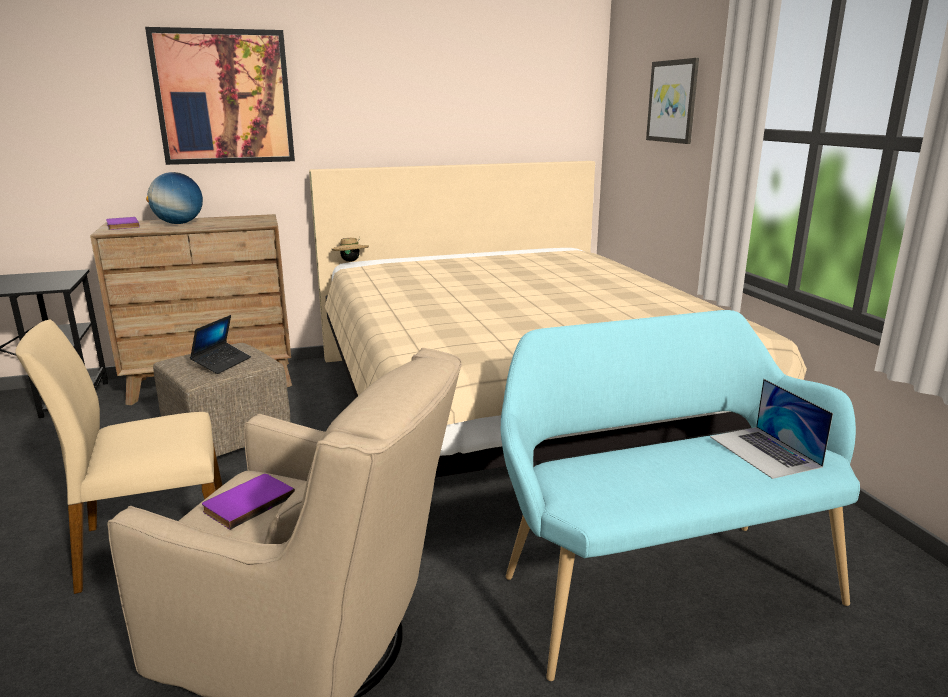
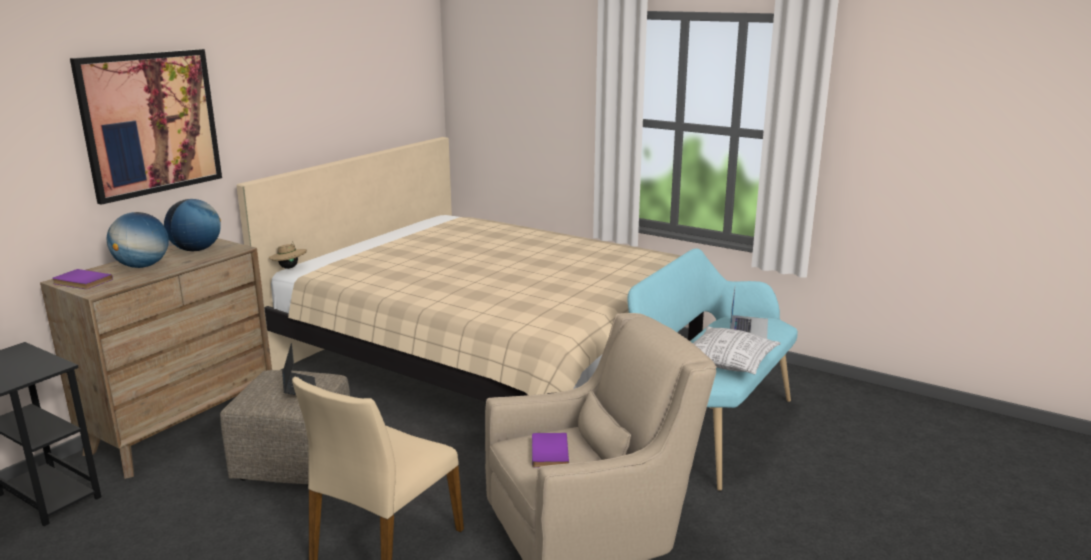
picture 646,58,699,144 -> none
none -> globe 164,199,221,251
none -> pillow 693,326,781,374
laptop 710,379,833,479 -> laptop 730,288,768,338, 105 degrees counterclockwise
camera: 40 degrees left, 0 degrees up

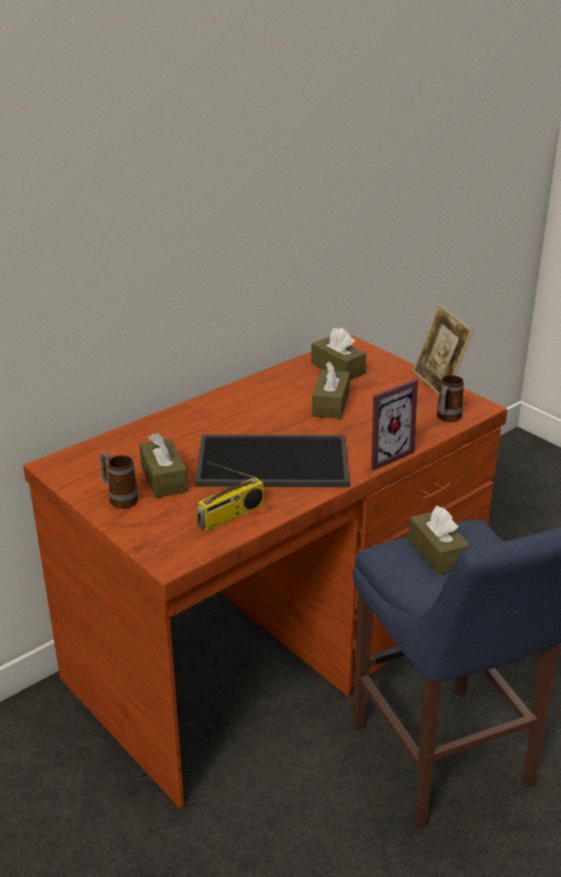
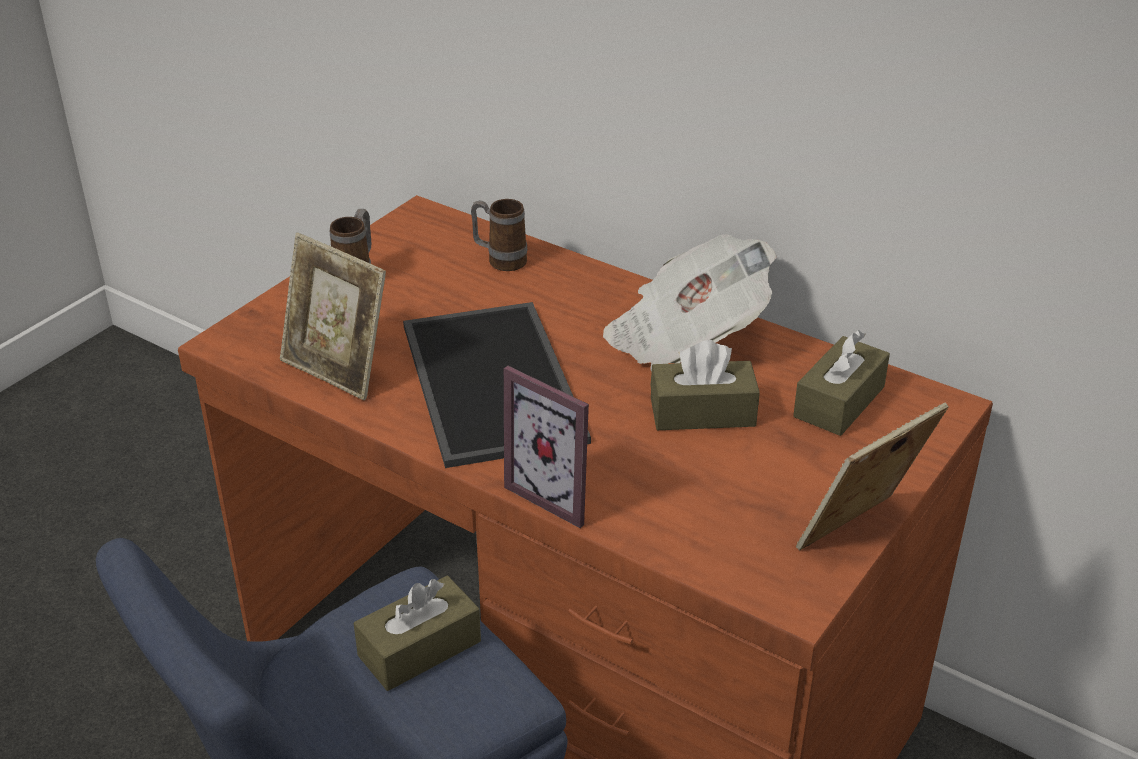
tissue box (brown) 139,433,188,498 -> none
none -> newspaper 603,234,777,371
mug 437,375,464,422 -> mug 471,199,527,271, moved
radio 196,461,264,531 -> picture frame 280,233,386,400
camera: 75 degrees right, 5 degrees up

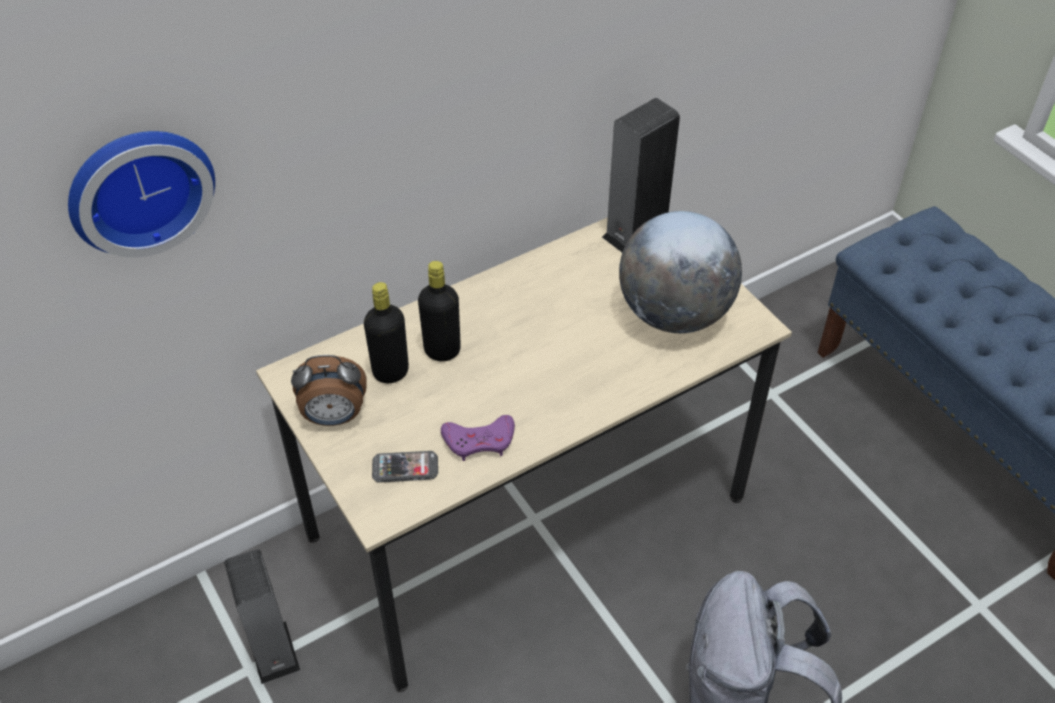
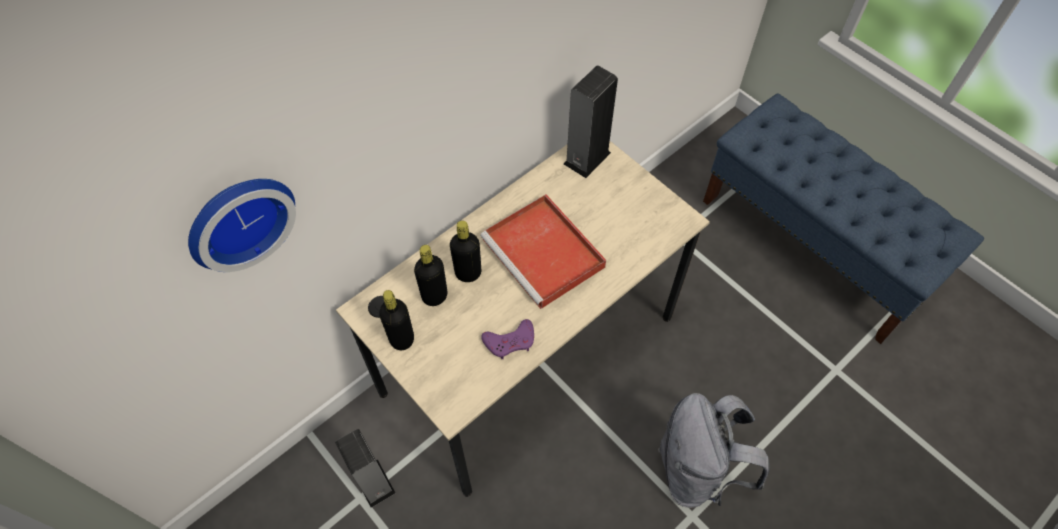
phone 372,451,438,482 -> none
globe 619,211,742,333 -> none
none -> tray (red) 480,194,606,309
alarm clock 291,355,367,426 -> bottle (black) 379,290,414,350
camera: 10 degrees left, 10 degrees up

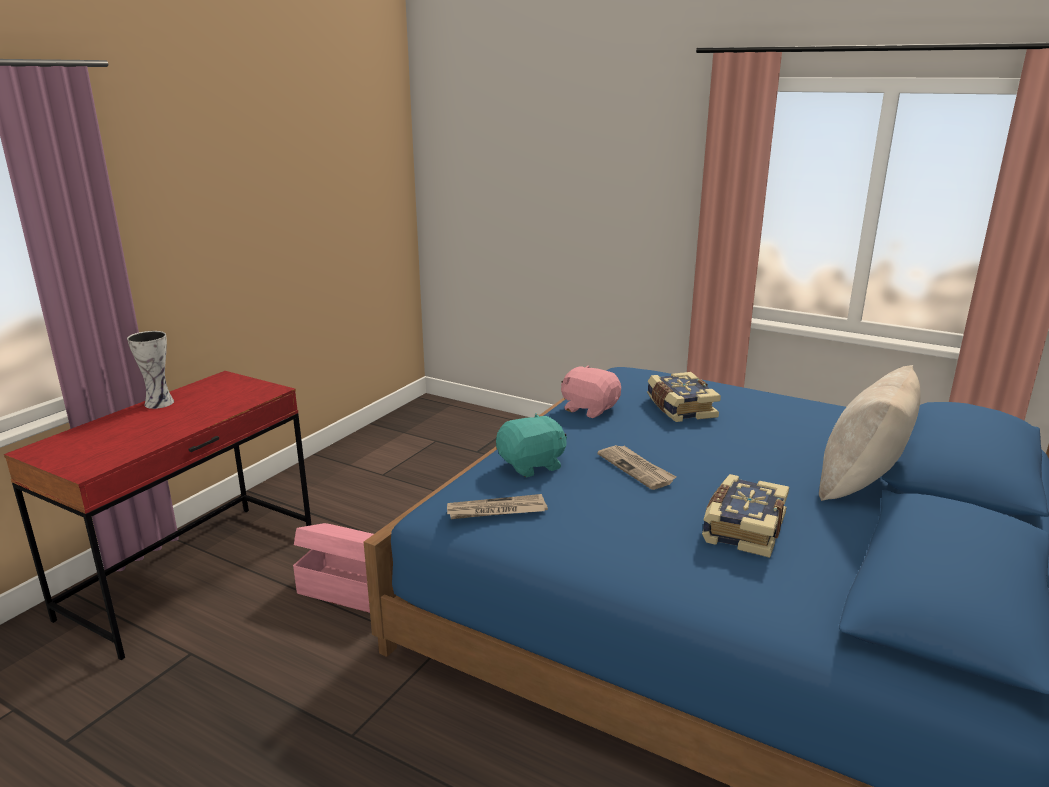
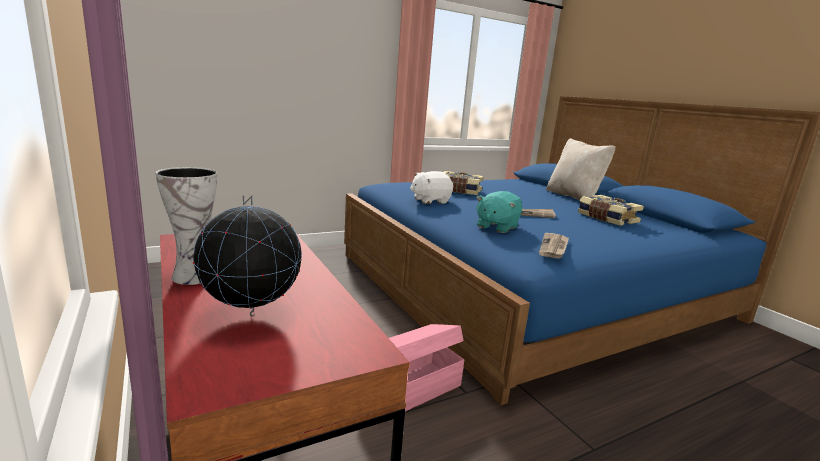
none -> globe 193,195,302,316
plush toy (pink) 561,365,621,418 -> plush toy (white) 410,171,453,204
plush toy (turquoise) 496,413,567,477 -> plush toy (turquoise) 476,191,522,233, 150 degrees counterclockwise
camera: 60 degrees left, 5 degrees down

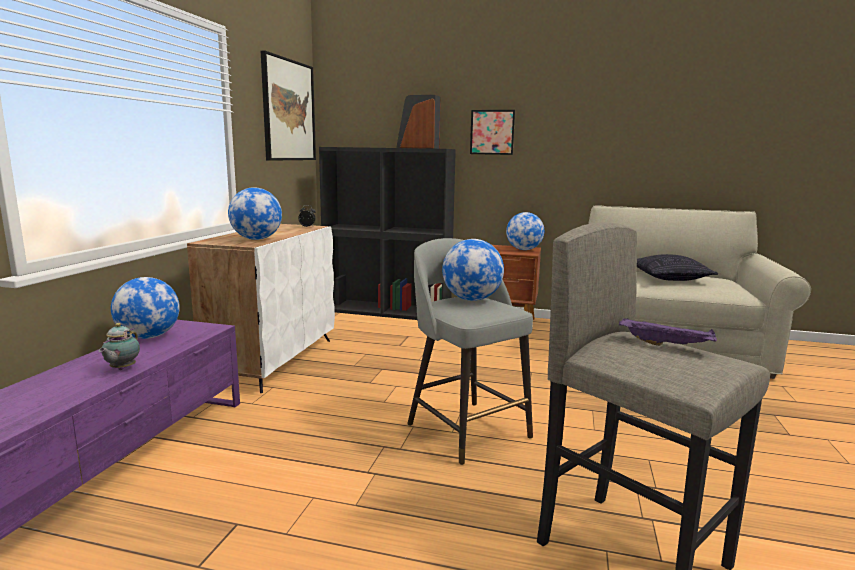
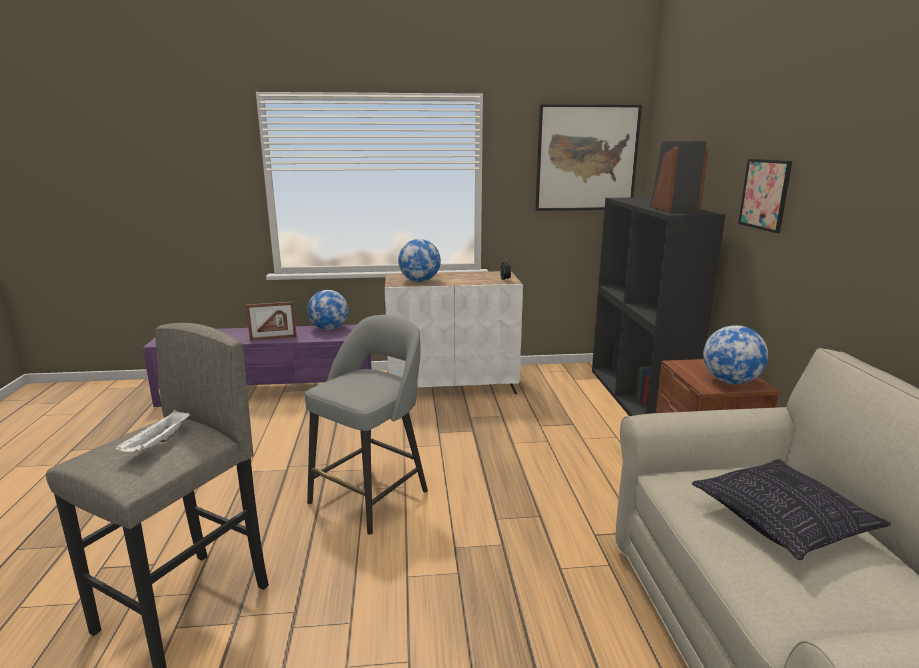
globe 442,239,504,301 -> none
teapot 98,323,140,370 -> picture frame 246,302,297,341
tray (purple) 619,318,717,346 -> tray (white) 115,410,190,452
camera: 70 degrees right, 5 degrees up

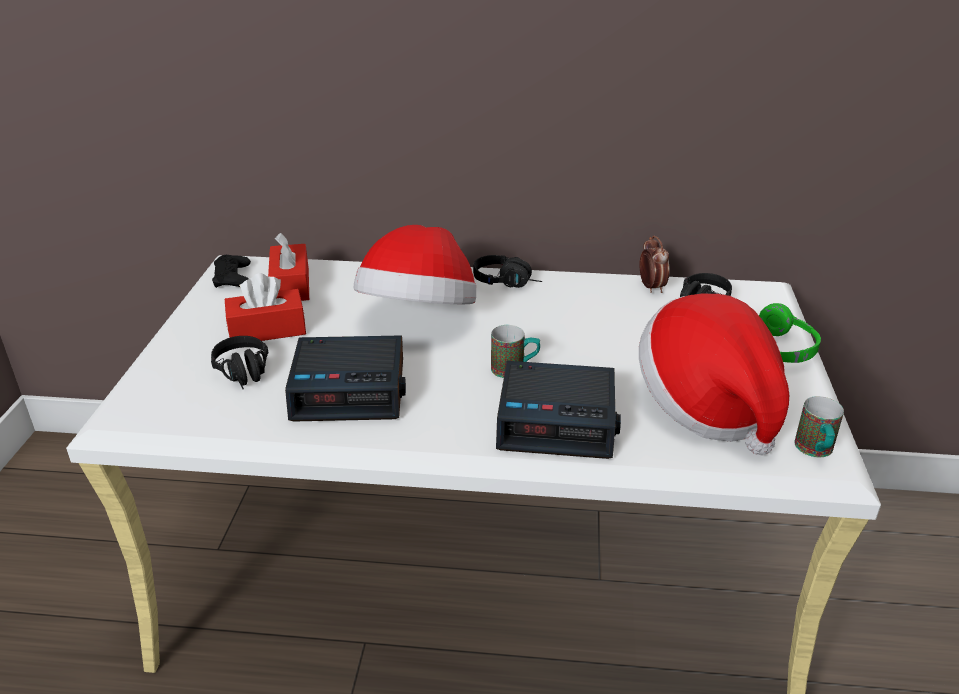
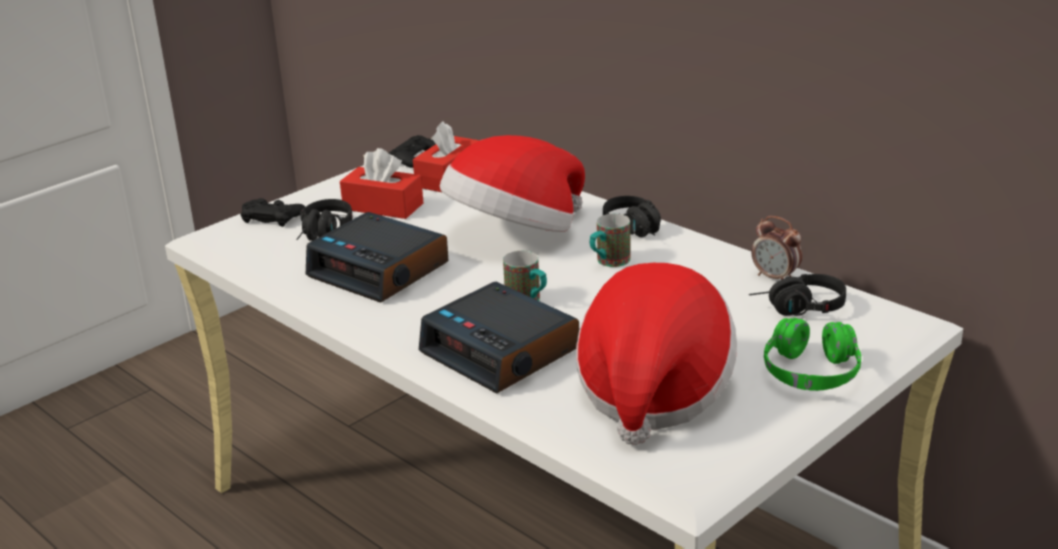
none -> game controller (black) 241,198,305,227
mug 794,396,844,457 -> mug 590,214,630,267, moved
alarm clock 639,235,670,293 -> alarm clock 751,216,802,280, 105 degrees clockwise
camera: 40 degrees right, 5 degrees down

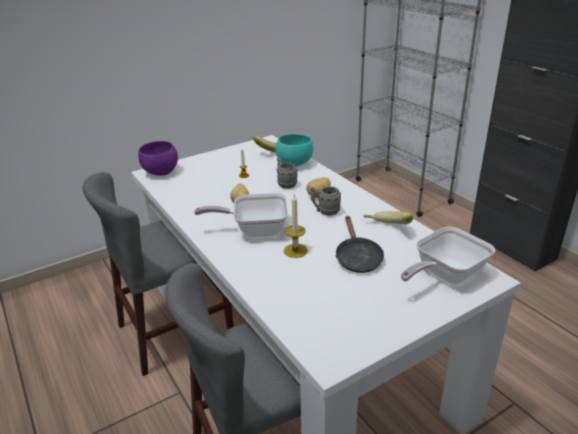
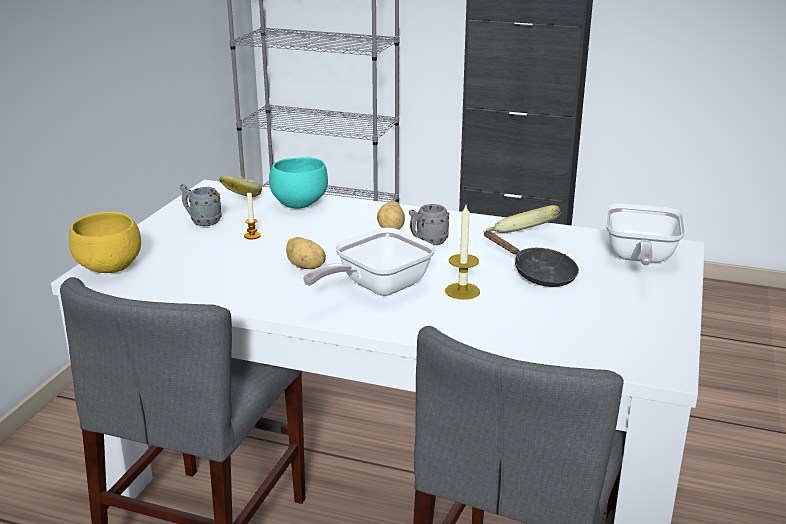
mug (grey) 277,158,298,189 -> mug (grey) 180,184,222,226, moved
bowl (purple) 138,141,178,176 -> bowl (yellow) 69,212,141,273
camera: 40 degrees left, 5 degrees down

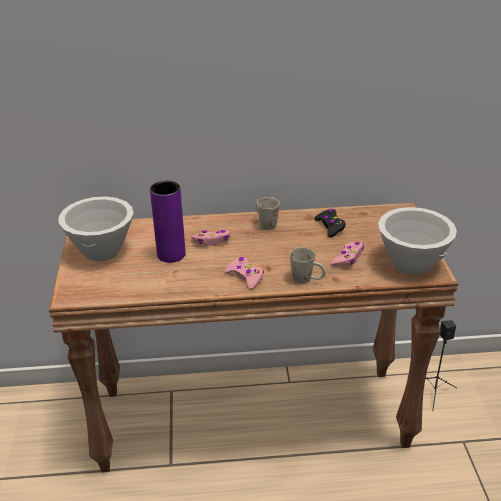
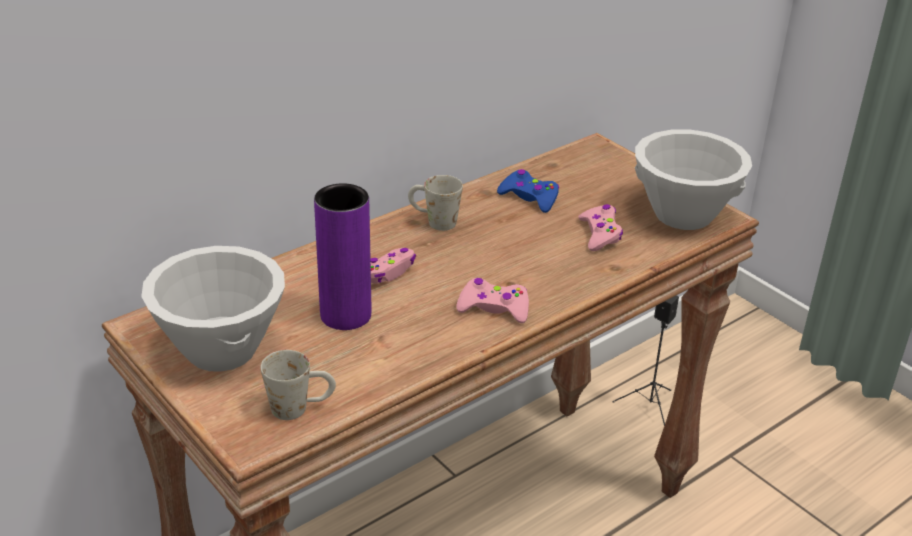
mug (white) 290,247,326,284 -> mug (white) 261,350,336,420, moved
game controller (black) 314,209,346,237 -> game controller (blue) 497,169,559,213
camera: 35 degrees left, 0 degrees up

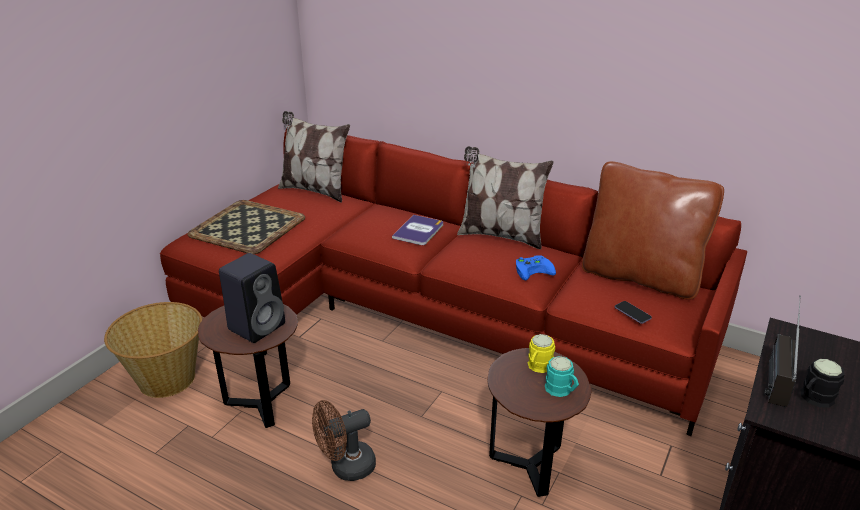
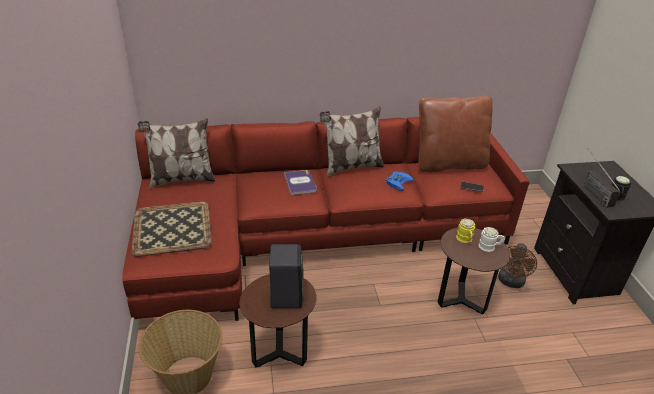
fan (brown) 312,400,376,481 -> fan (brown) 498,243,537,288, moved
mug (turquoise) 545,356,579,397 -> mug (white) 478,227,505,252
camera: 40 degrees left, 5 degrees up

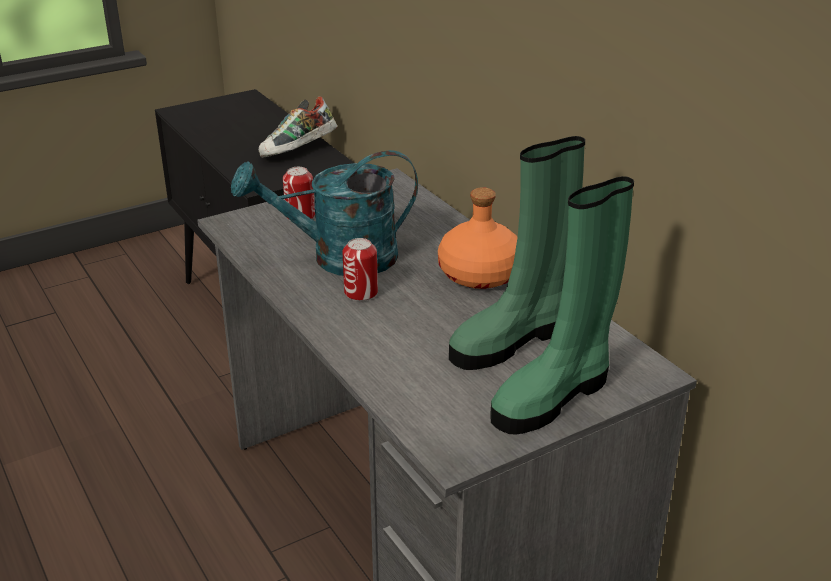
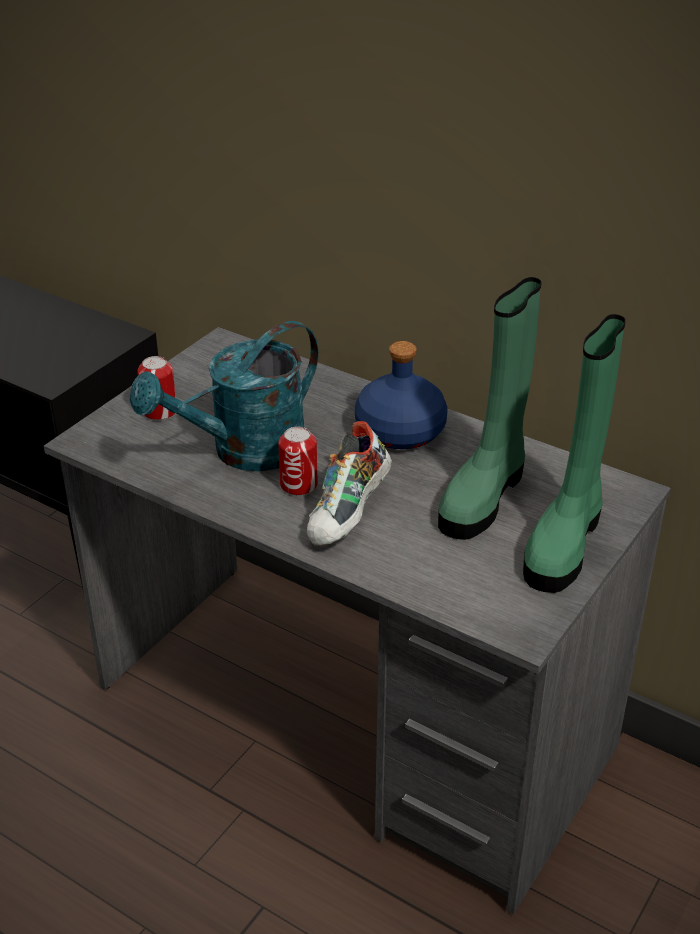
shoe 259,96,337,158 -> shoe 307,421,392,547, moved
bottle (orange) 438,187,518,289 -> bottle (blue) 355,341,448,449
camera: 25 degrees left, 5 degrees up

